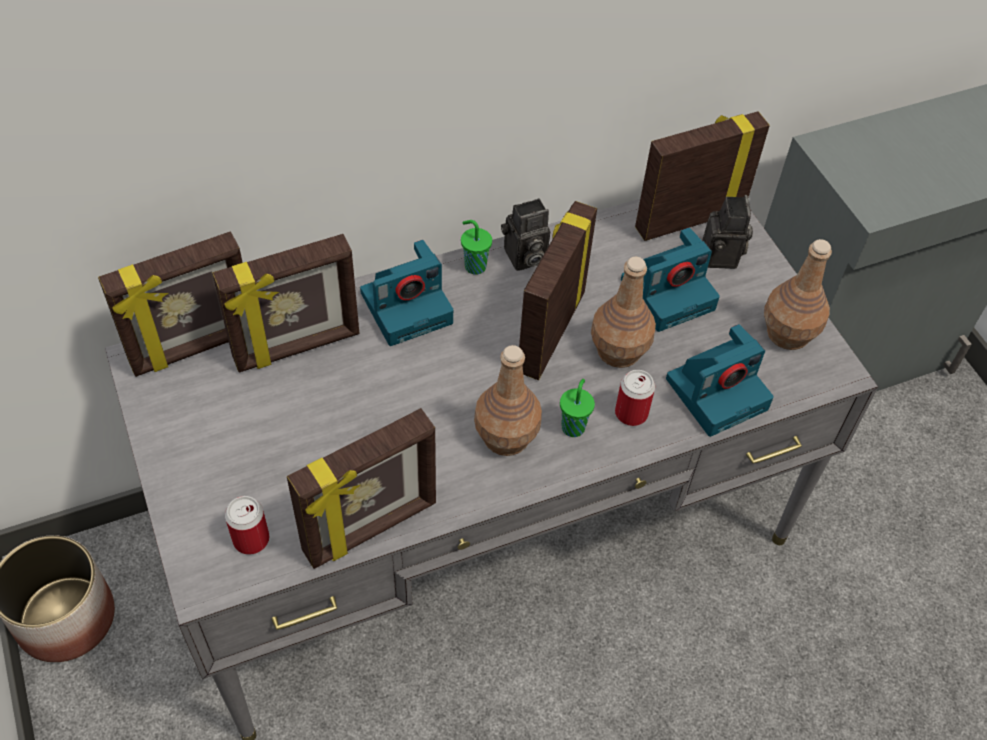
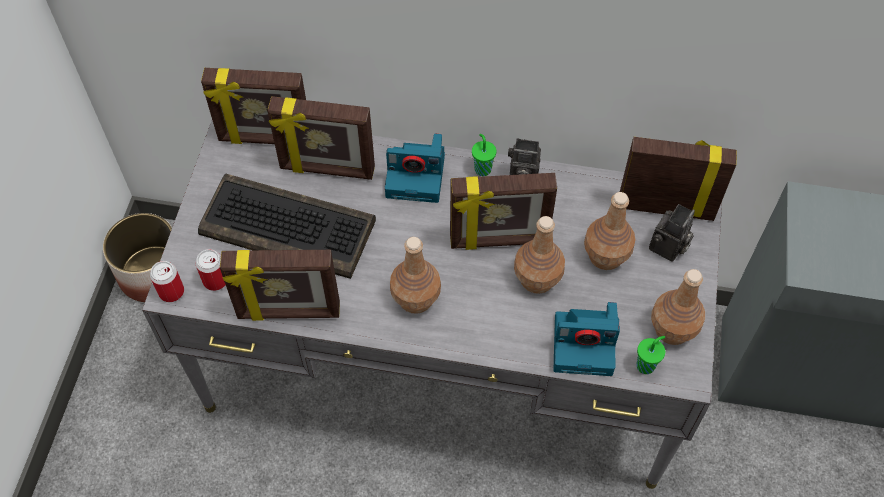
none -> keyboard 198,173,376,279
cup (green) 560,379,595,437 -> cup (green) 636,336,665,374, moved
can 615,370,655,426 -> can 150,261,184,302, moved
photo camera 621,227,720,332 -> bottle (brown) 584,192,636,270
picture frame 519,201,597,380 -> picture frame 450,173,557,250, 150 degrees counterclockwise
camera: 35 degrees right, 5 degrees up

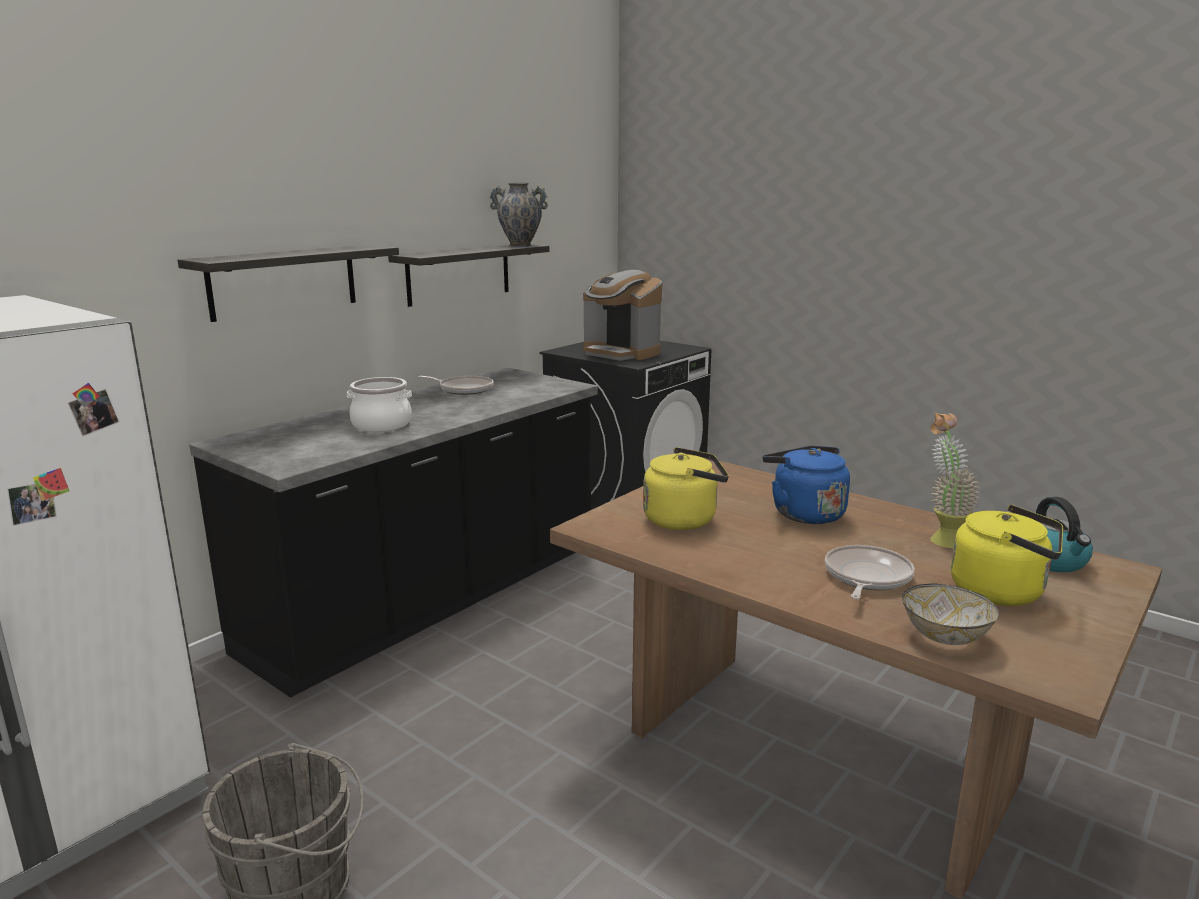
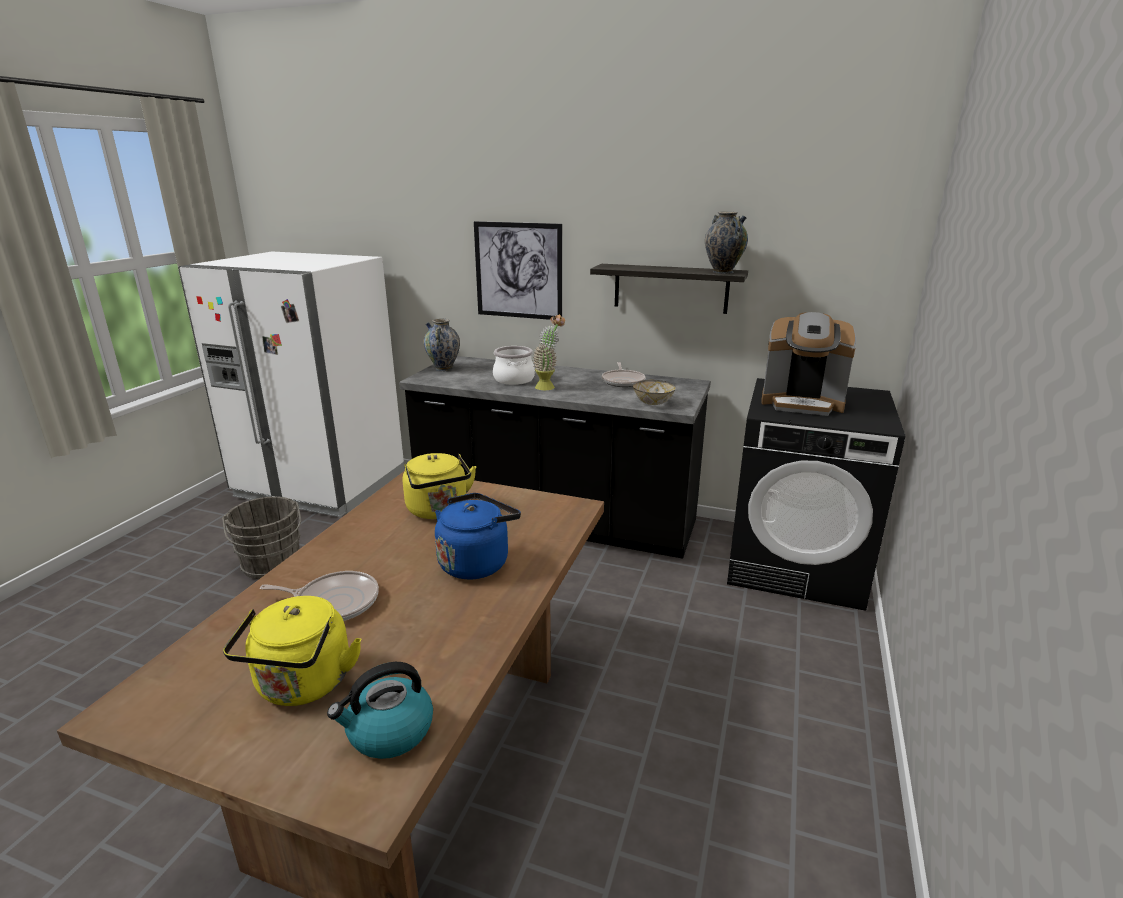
none -> vase 424,319,460,371
bowl 902,583,999,645 -> bowl 633,379,676,405, moved
potted plant 930,413,980,548 -> potted plant 533,314,565,390, moved
shelf 178,245,399,322 -> picture 474,221,562,320
coffee machine 583,270,662,361 -> coffee machine 761,312,856,416, 90 degrees counterclockwise
camera: 70 degrees right, 5 degrees up

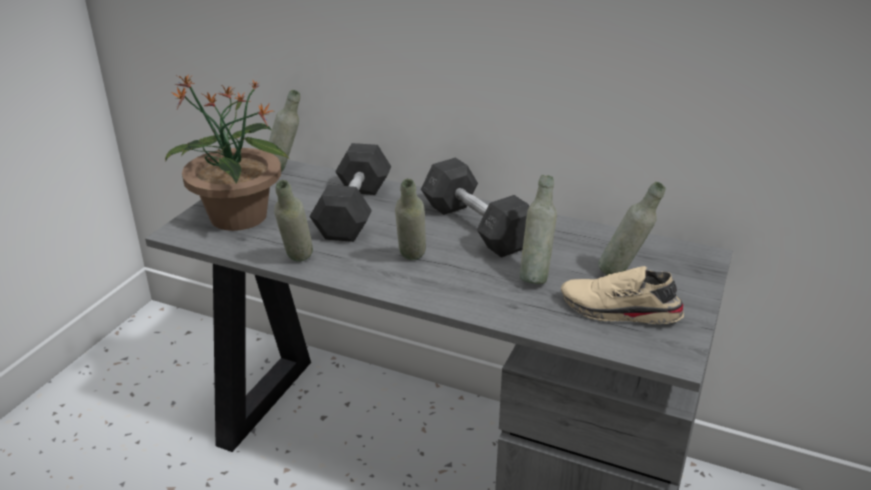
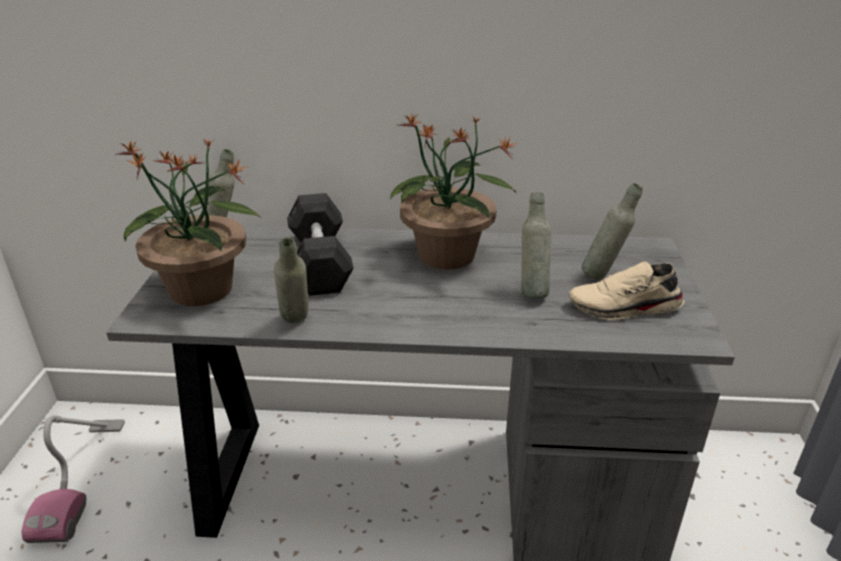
bottle (grey) 395,179,426,260 -> none
none -> vacuum cleaner 22,415,125,543
dumbbell (grey) 421,158,529,258 -> potted plant 390,114,516,269
camera: 20 degrees left, 0 degrees up

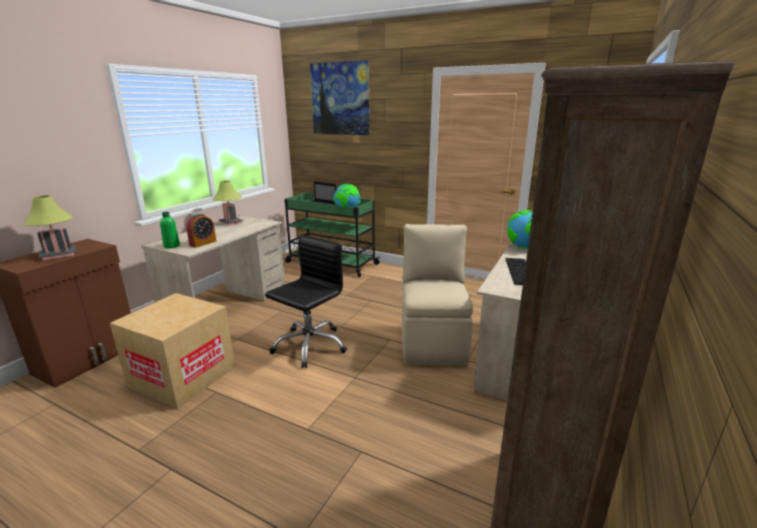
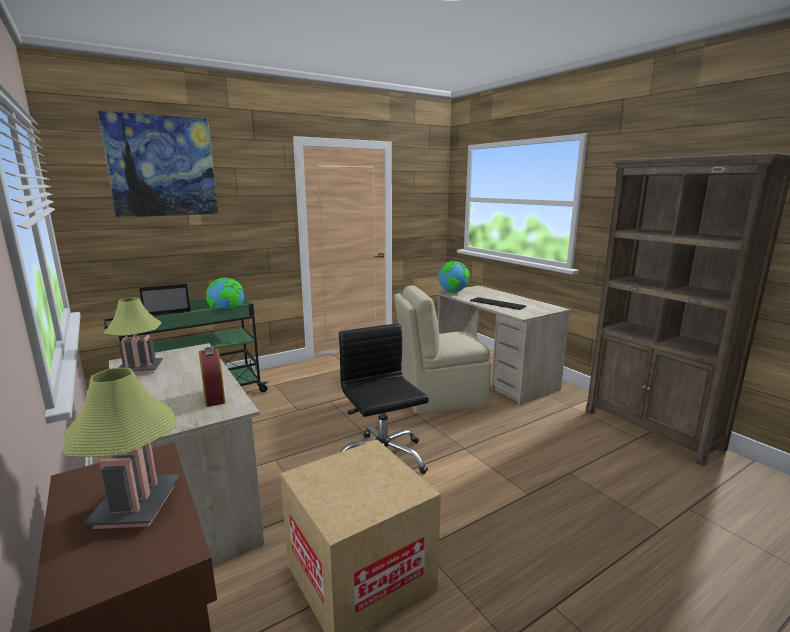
bottle (green) 160,212,180,248 -> none
chair (beige) 402,224,473,366 -> chair (beige) 394,285,491,414, 45 degrees counterclockwise
camera: 60 degrees left, 5 degrees down

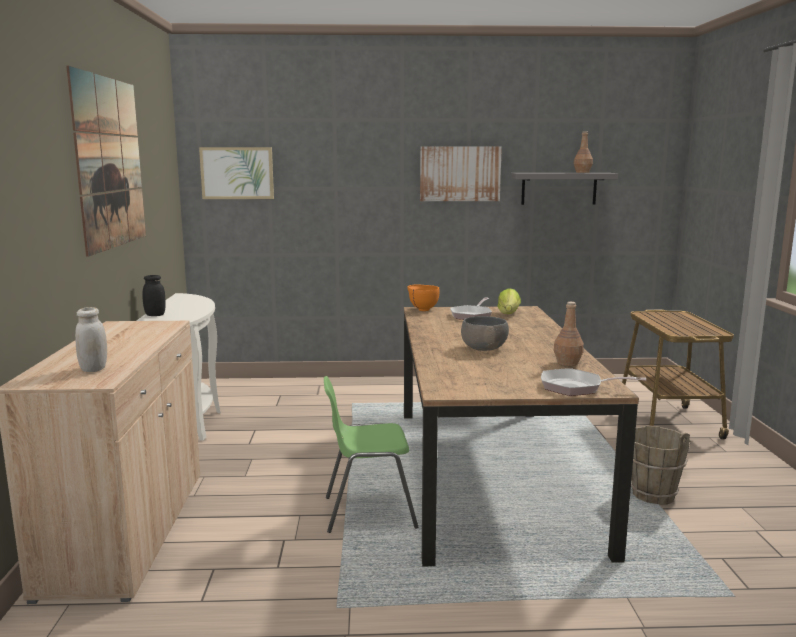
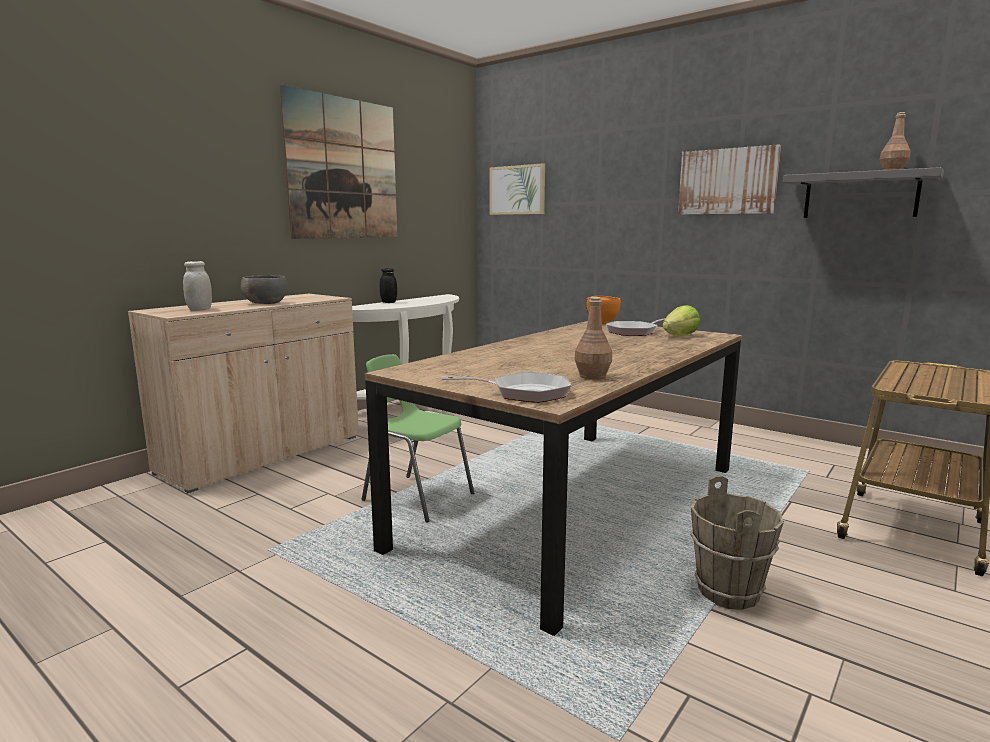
bowl (grey) 461,316,509,351 -> bowl (grey) 241,275,288,304, moved
frying pan 541,368,646,396 -> frying pan 441,372,572,403, 120 degrees clockwise
camera: 40 degrees right, 0 degrees up

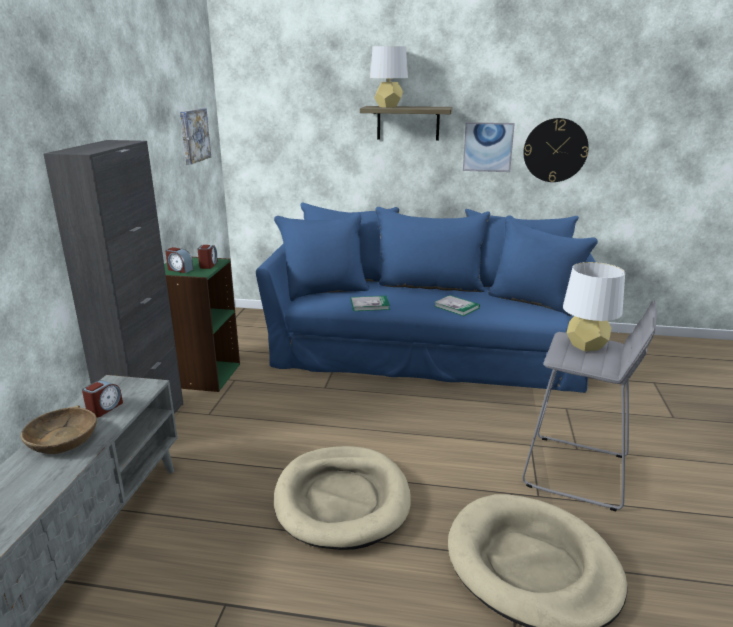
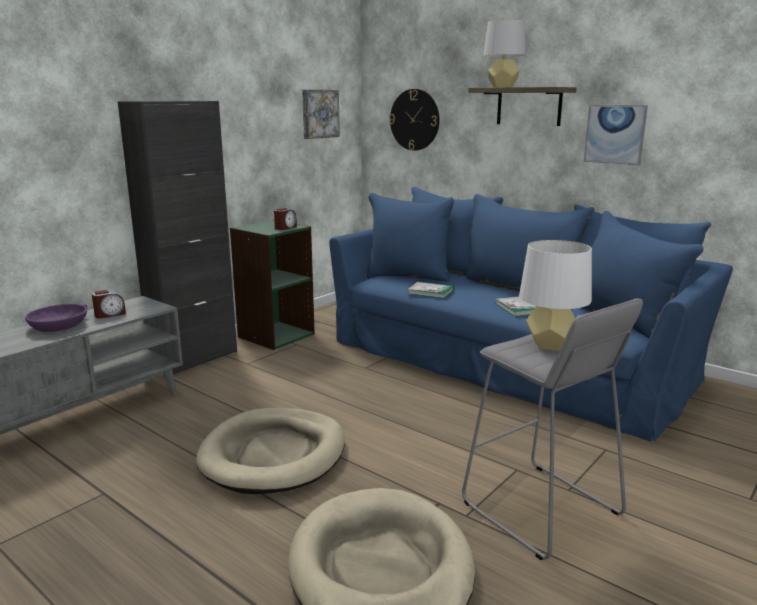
alarm clock 165,247,193,273 -> none
wall clock 524,118,589,182 -> wall clock 389,89,439,151, moved
bowl (brown) 21,405,97,454 -> bowl (purple) 25,304,87,332
camera: 30 degrees right, 5 degrees down

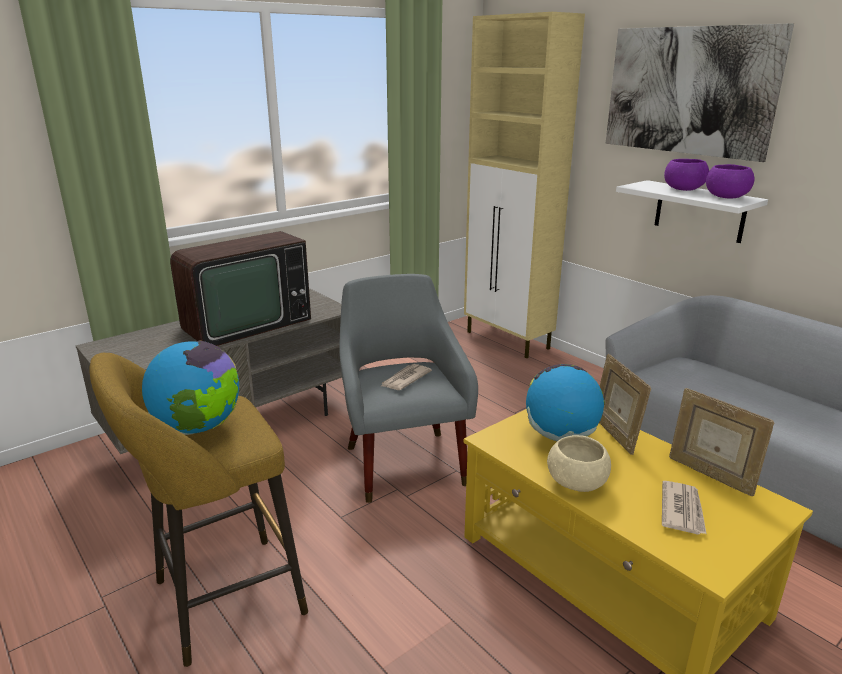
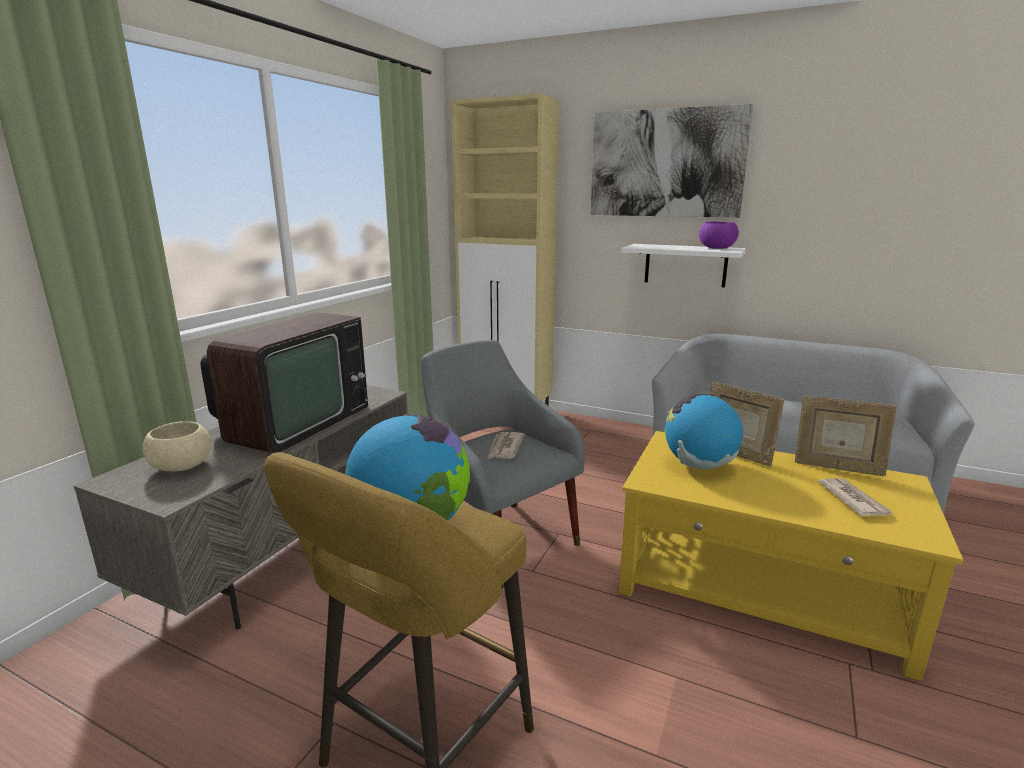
bowl (purple) 664,159,709,191 -> none
bowl (beige) 547,435,611,492 -> bowl (beige) 142,421,212,471, moved
camera: 25 degrees left, 5 degrees down

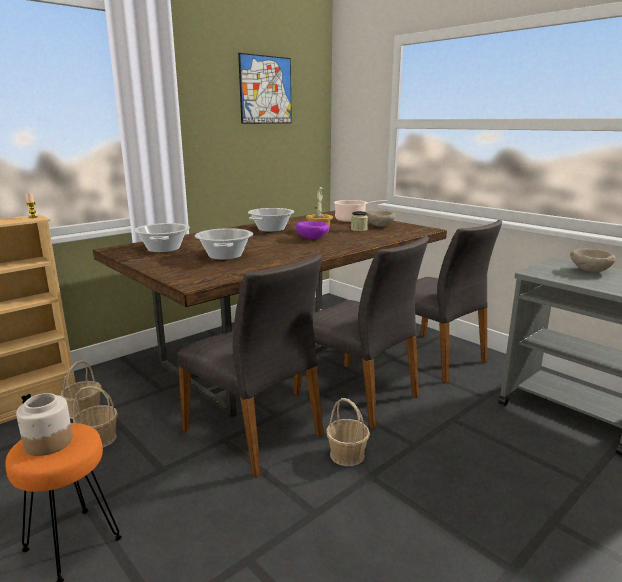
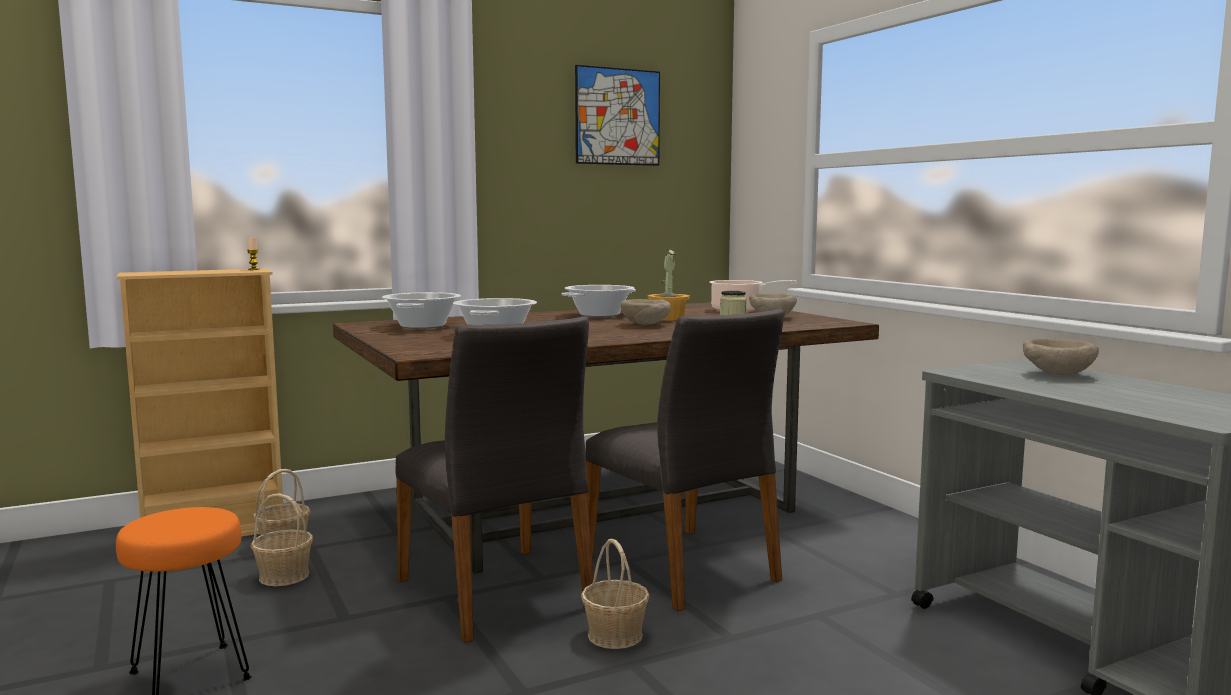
jar 16,393,73,456 -> none
chair (grey) 379,220,502,383 -> none
bowl (purple) 296,221,329,239 -> bowl (beige) 621,299,671,325
camera: 15 degrees right, 10 degrees down

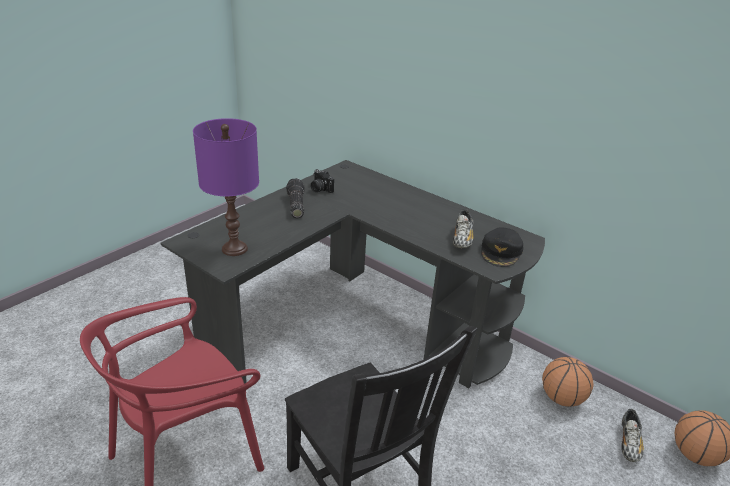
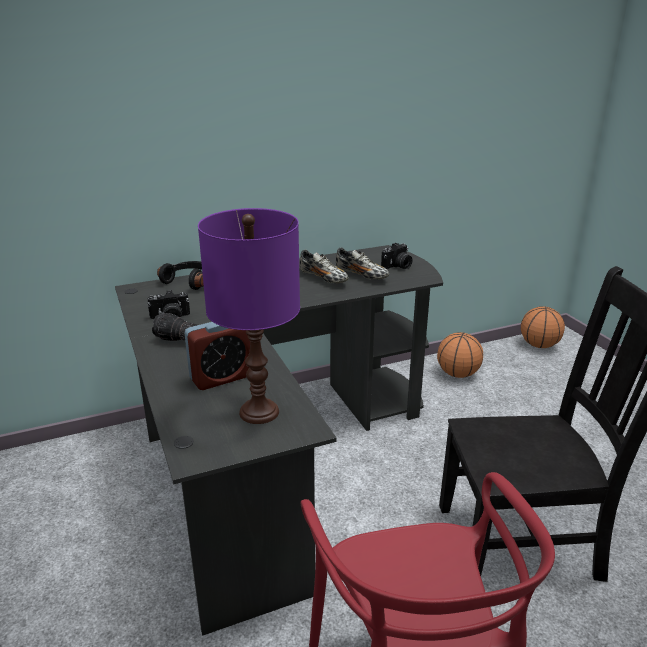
none -> headphones (black) 157,261,204,290
none -> alarm clock 184,322,250,390
shoe 621,409,644,462 -> shoe 300,249,349,283, moved
cap (black) 481,227,523,267 -> photo camera 381,243,412,269
camera: 60 degrees left, 5 degrees down

